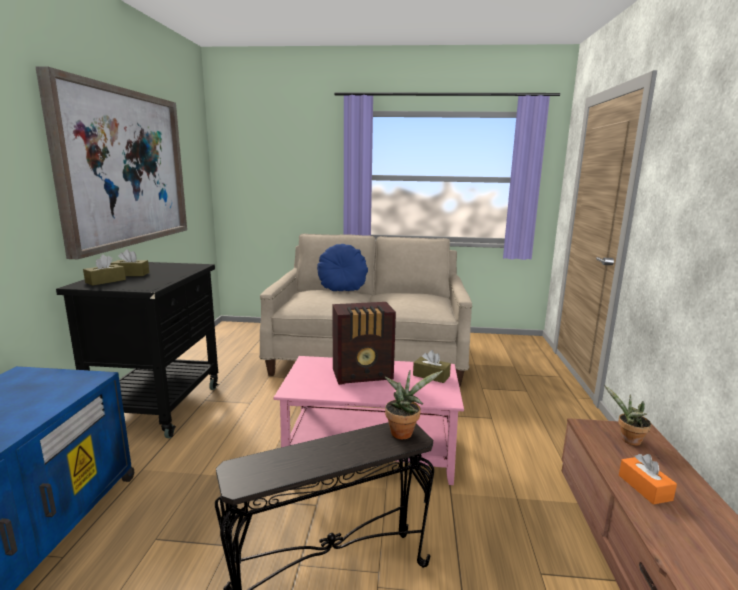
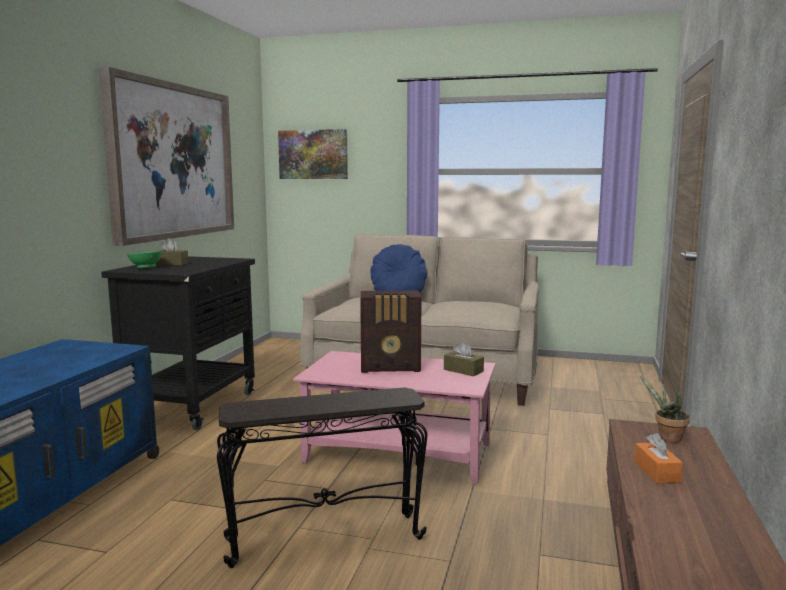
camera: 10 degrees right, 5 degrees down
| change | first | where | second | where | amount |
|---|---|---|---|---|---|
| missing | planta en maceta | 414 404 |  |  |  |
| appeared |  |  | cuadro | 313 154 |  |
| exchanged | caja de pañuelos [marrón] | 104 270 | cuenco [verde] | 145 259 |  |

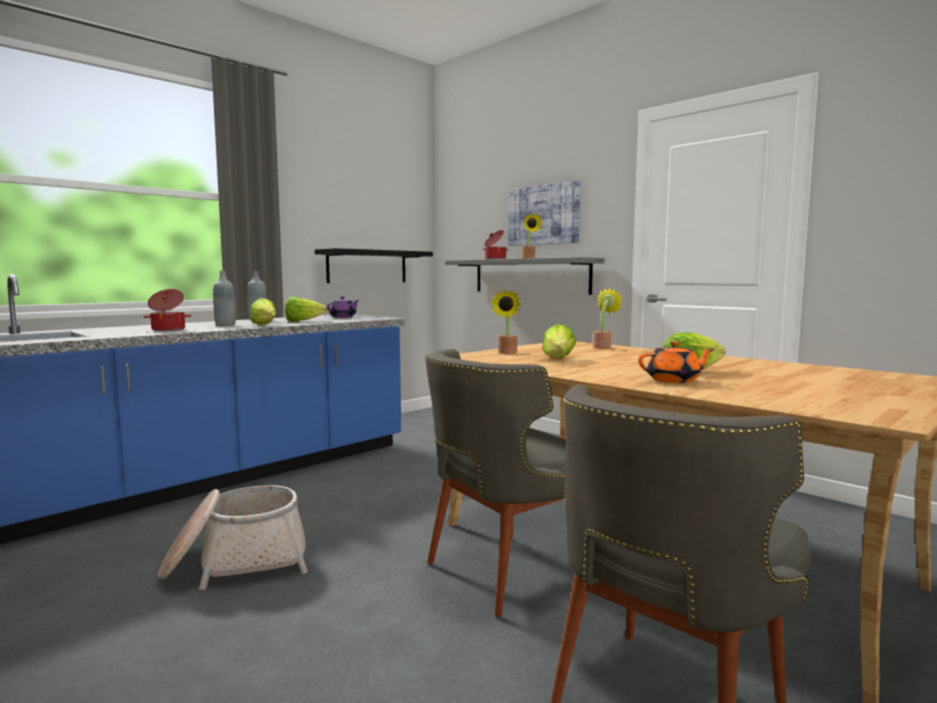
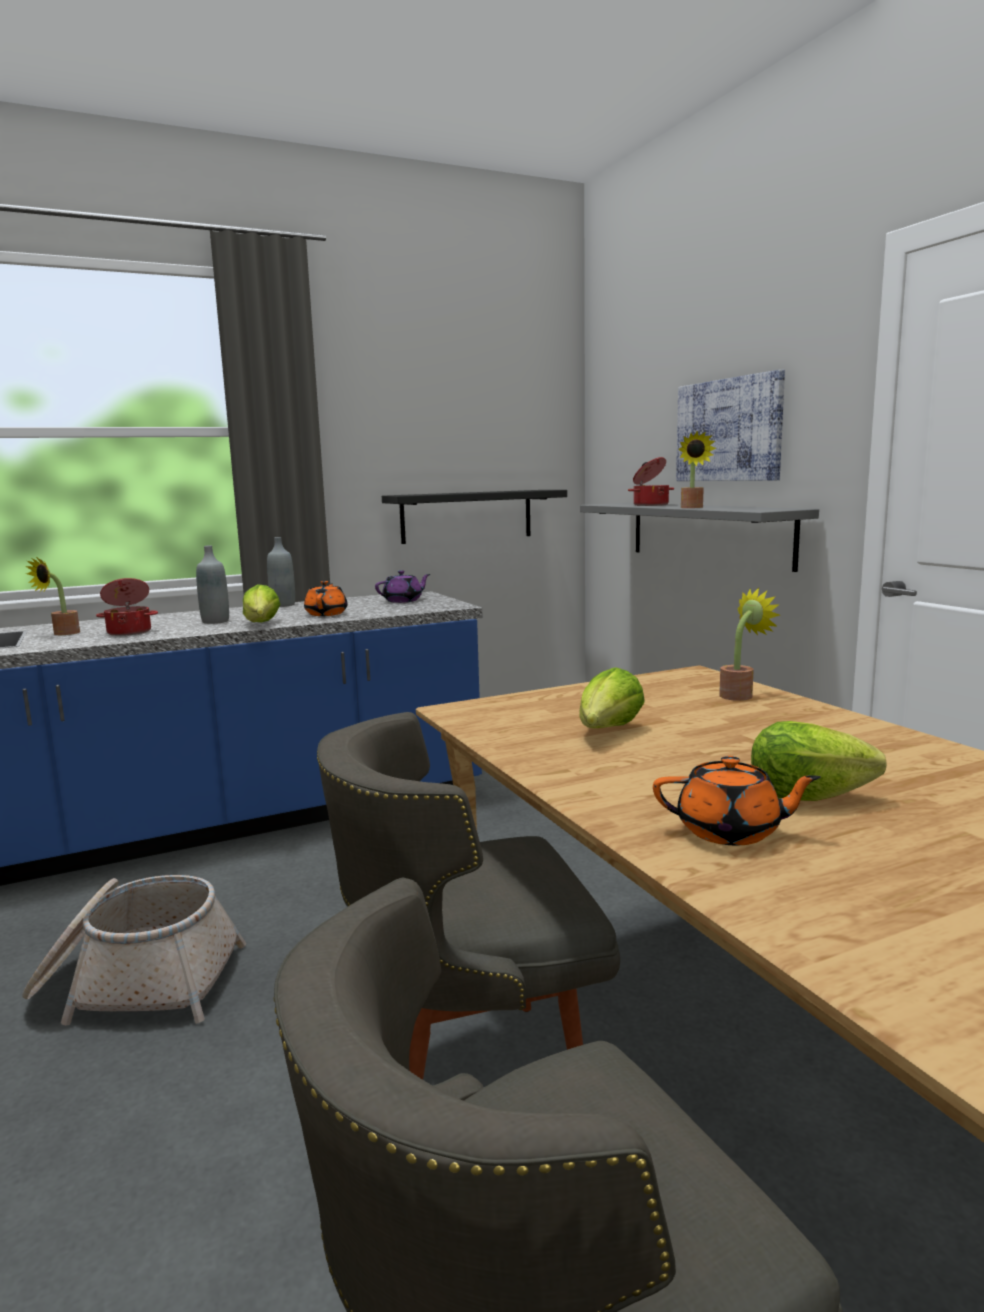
camera: 20 degrees right, 5 degrees up
| change | first | where | second | where | amount |
|---|---|---|---|---|---|
| relocated | planta en maceta | 506 321 |  | 52 595 |  |
| exchanged | lechuga | 306 309 | tetera [naranja] | 326 598 |  |

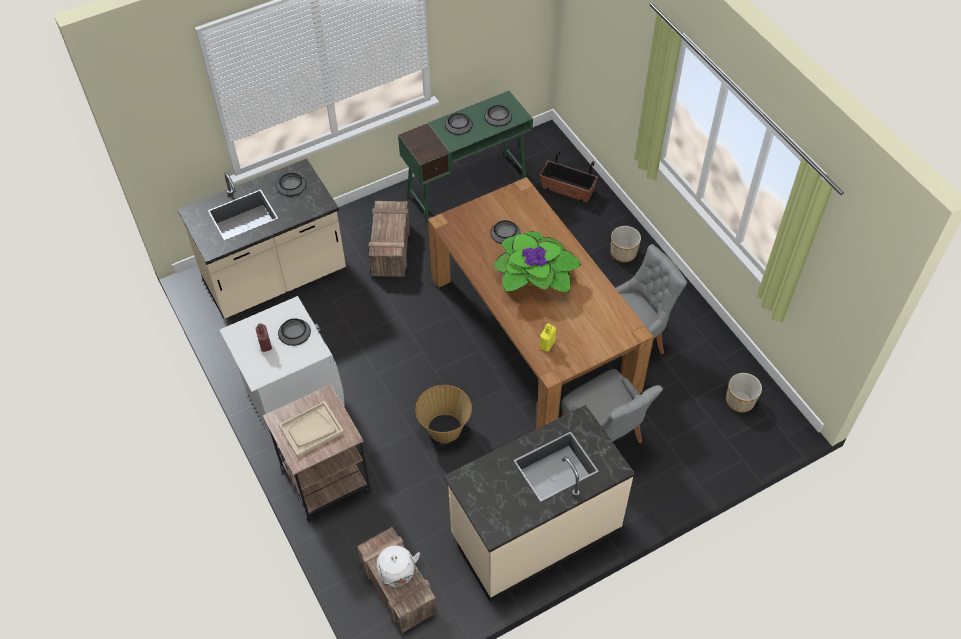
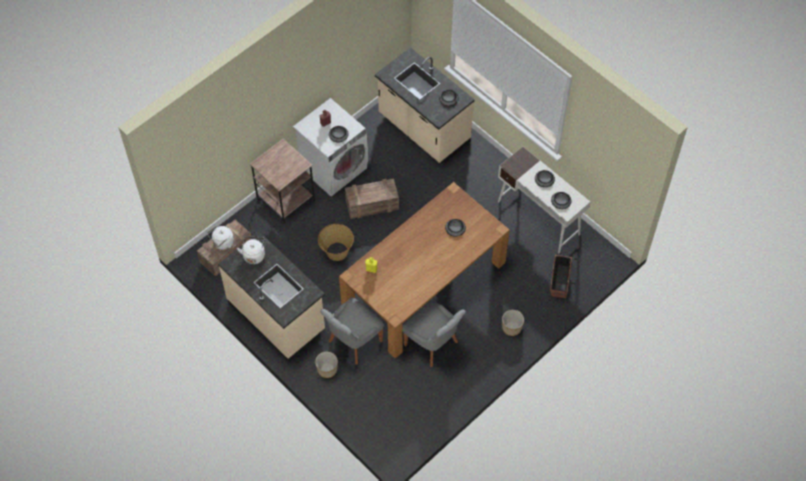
camera: 75 degrees right, 5 degrees up
| change | first | where | second | where | amount |
|---|---|---|---|---|---|
| missing | bandeja [beis] | 311 429 |  |  |  |
| missing | planta en maceta | 537 262 |  |  |  |
| appeared |  |  | hervidor [blanco] | 251 250 |  |
| relocated | caja de embalaje | 389 239 |  | 372 199 |  |
| relocated | maceta | 744 392 |  | 326 365 |  |
| colour | escritorio [verde] | 465 157 | escritorio [blanco] | 544 199 |  |

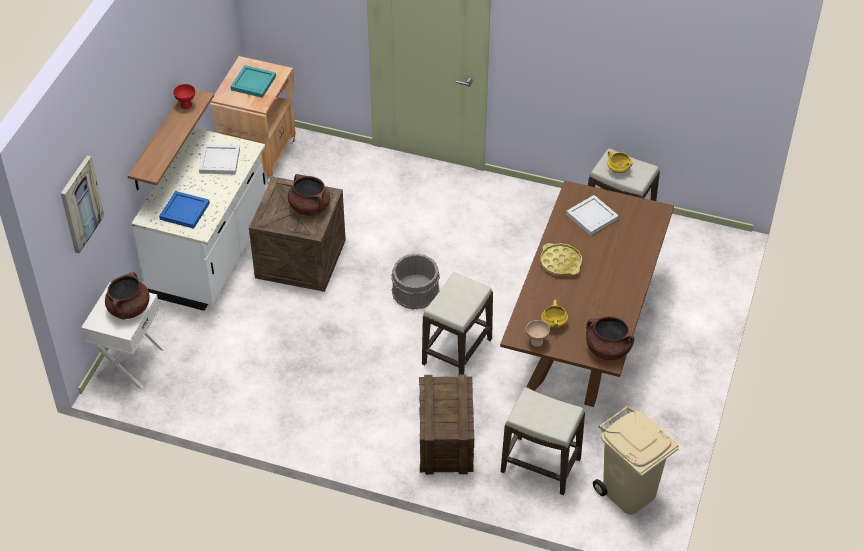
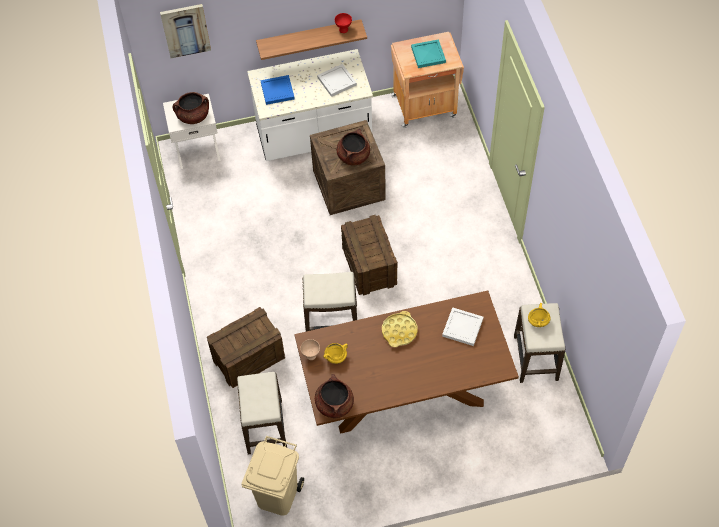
camera: 60 degrees right, 10 degrees up
| change | first | where | second | where | amount |
|---|---|---|---|---|---|
| exchanged | cubo [gris] | 415 282 | caja de embalaje | 369 255 |  |

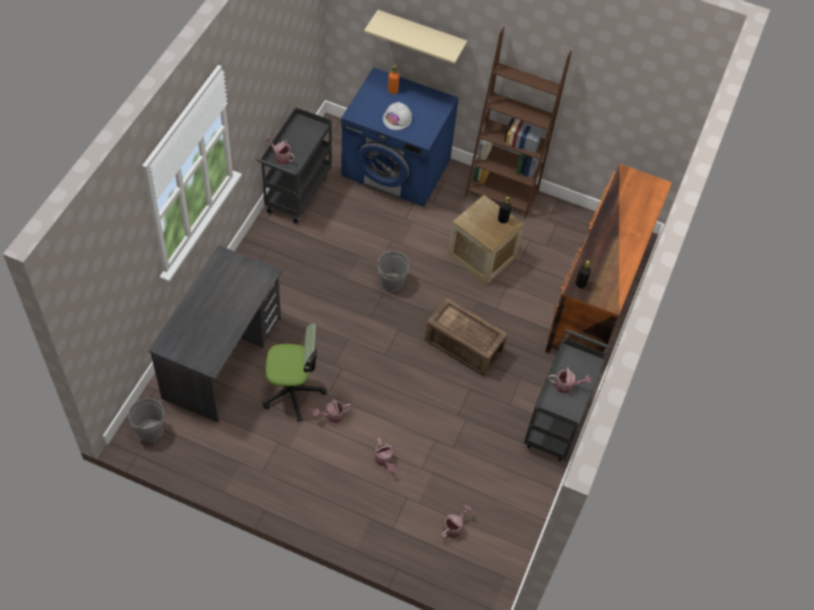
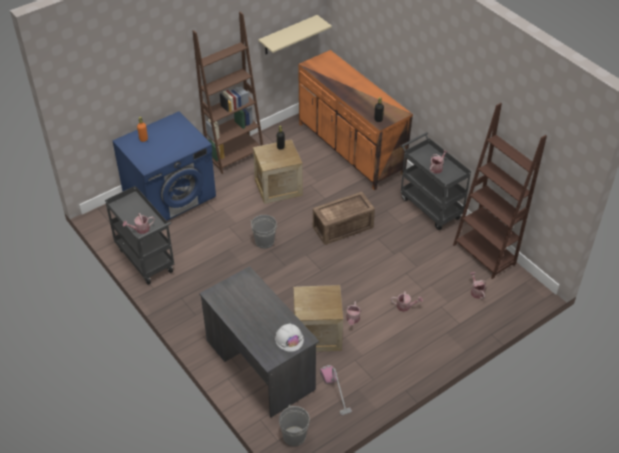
camera: 55 degrees left, 10 degrees down
| change | first | where | second | where | amount |
|---|---|---|---|---|---|
| appeared |  |  | aspiradora | 336 390 |  |
| appeared |  |  | estantería [marrón] | 500 191 |  |
| relocated | estante [beis] | 415 37 |  | 295 34 |  |
| relocated | casco [blanco] | 397 116 |  | 289 338 |  |
| exchanged | silla de oficina | 295 372 | caja de embalaje | 318 318 |  |

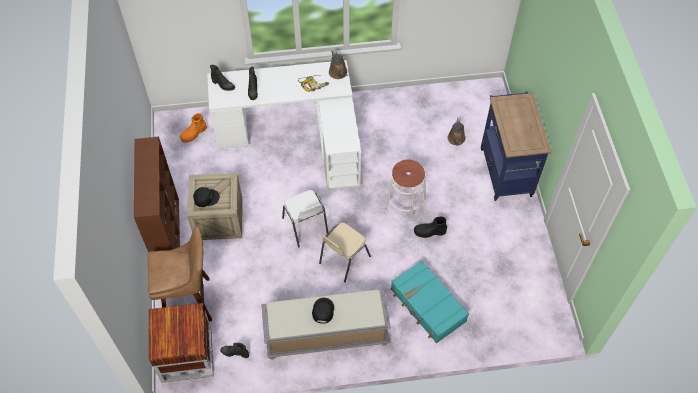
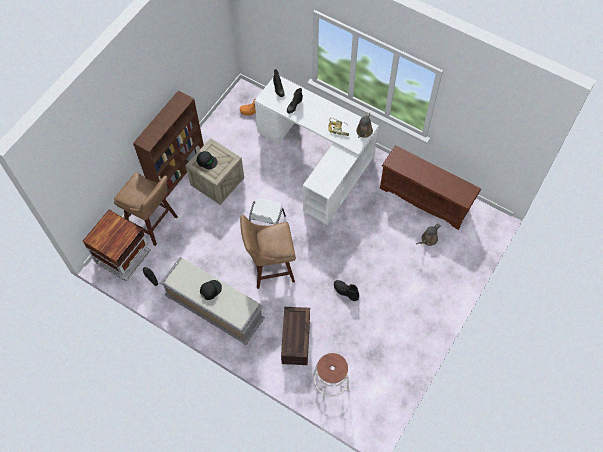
camera: 40 degrees right, 5 degrees up
| change | first | where | second | where | amount |
|---|---|---|---|---|---|
| missing | carrito [azul] | 516 146 |  |  |  |
| appeared |  |  | zapatero [marrón] | 430 187 |  |
| relocated | taburete [blanco] | 405 191 |  | 331 377 |  |
| exchanged | silla [beis] | 345 253 | taburete [marrón] | 268 252 |  |
| exchanged | maleta [turquesa] | 430 302 | caja de embalaje | 295 336 |  |

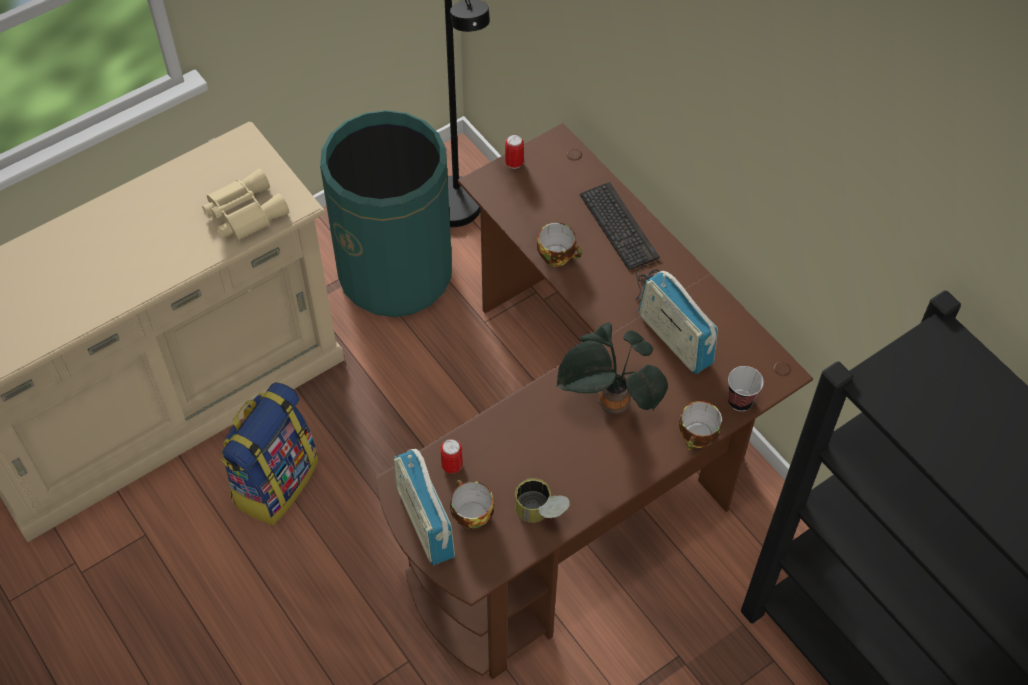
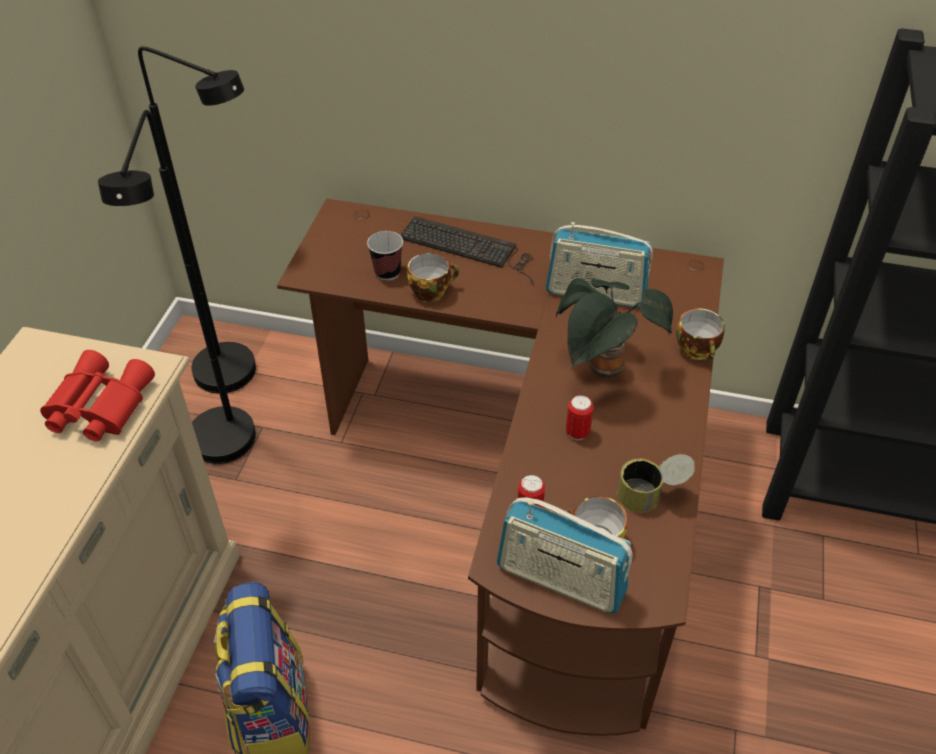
camera: 40 degrees left, 10 degrees down
| change | first | where | second | where | amount |
|---|---|---|---|---|---|
| relocated | lata | 514 151 |  | 580 417 |  |
| relocated | taza | 746 388 |  | 385 256 |  |
| exchanged | papelera [verde] | 386 213 | lámpara de pie [negro] | 177 287 |  |
| colour | prismáticos [beis] | 245 204 | prismáticos [rojo] | 97 396 |  |

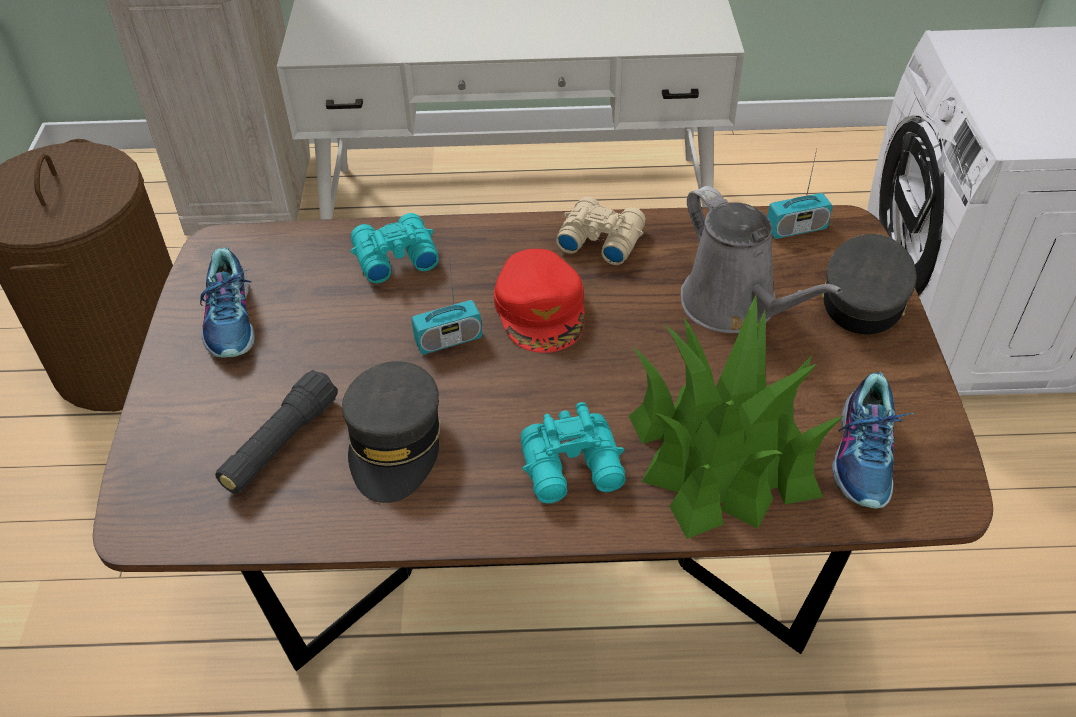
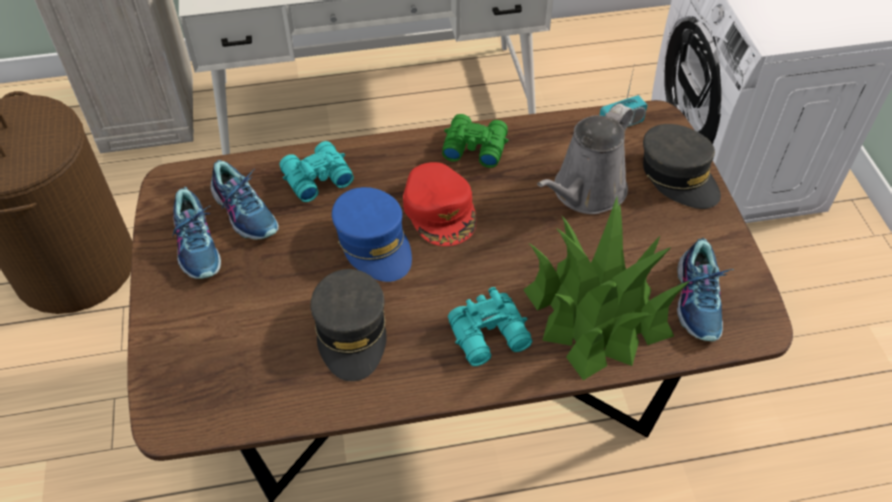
camera: 10 degrees left, 5 degrees up
| change | first | where | second | where | amount |
|---|---|---|---|---|---|
| missing | linterna [negro] | 276 432 |  |  |  |
| appeared |  |  | zapato | 245 200 |  |
| exchanged | radio | 446 306 | gorra [azul] | 372 234 |  |
| colour | prismáticos [beis] | 601 231 | prismáticos [verde] | 475 141 |  |
| spun | regadera [gris] | 761 259 |  | 585 158 | 75 degrees clockwise |
| spun | gorra [gris] | 869 284 |  | 682 166 | 135 degrees clockwise |

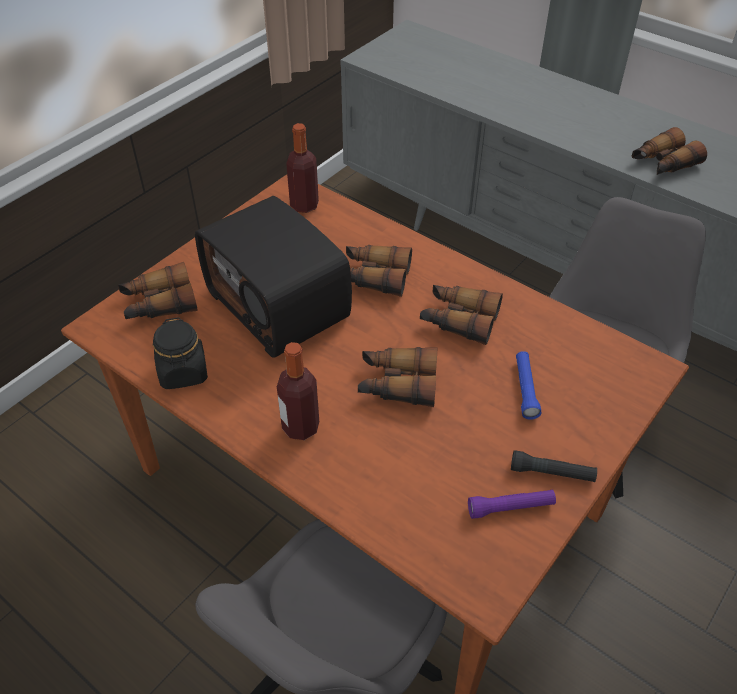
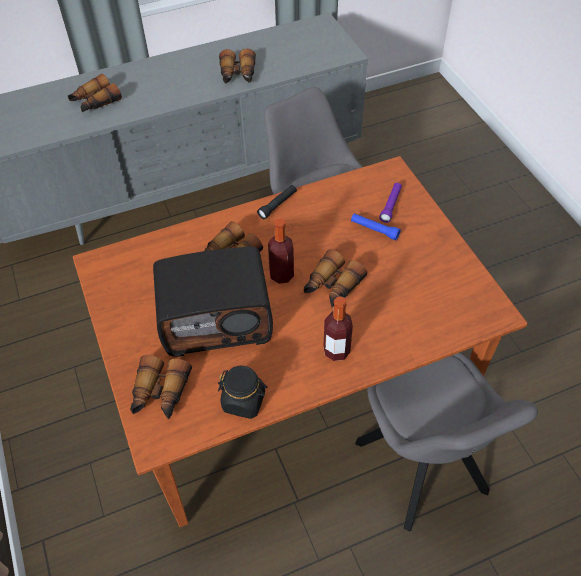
camera: 60 degrees left, 5 degrees up
| change | first | where | second | where | amount |
|---|---|---|---|---|---|
| relocated | botella | 302 168 |  | 281 251 |  |
| relocated | prismáticos | 461 315 |  | 95 93 |  |
| relocated | linterna [morado] | 512 504 |  | 390 203 |  |
| relocated | linterna [negro] | 554 466 |  | 277 202 |  |

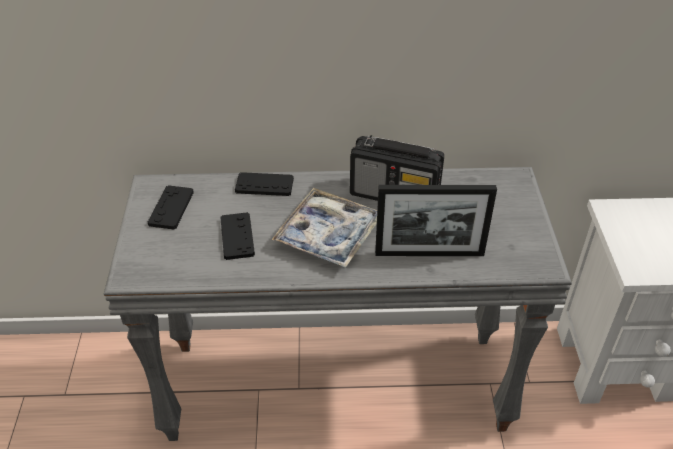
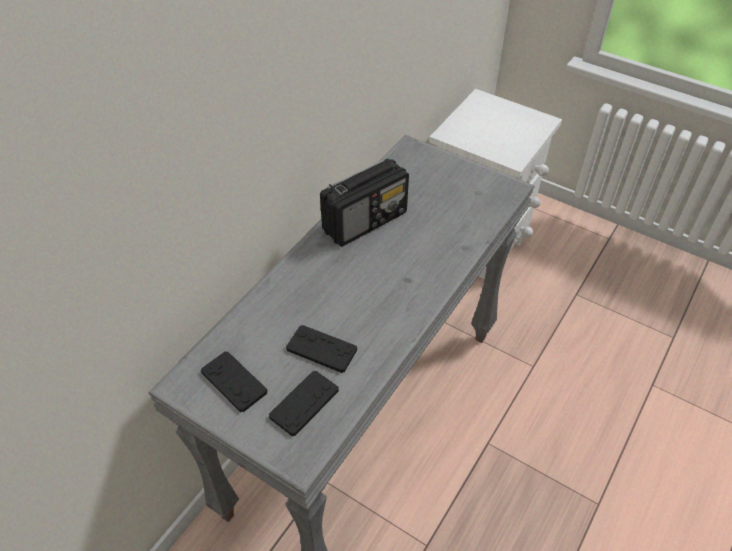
camera: 55 degrees left, 5 degrees up
| change | first | where | second | where | amount |
|---|---|---|---|---|---|
| missing | bandeja | 324 228 |  |  |  |
| missing | portarretratos | 436 220 |  |  |  |
| relocated | mando de consola [negro] | 264 184 |  | 304 403 |  |

